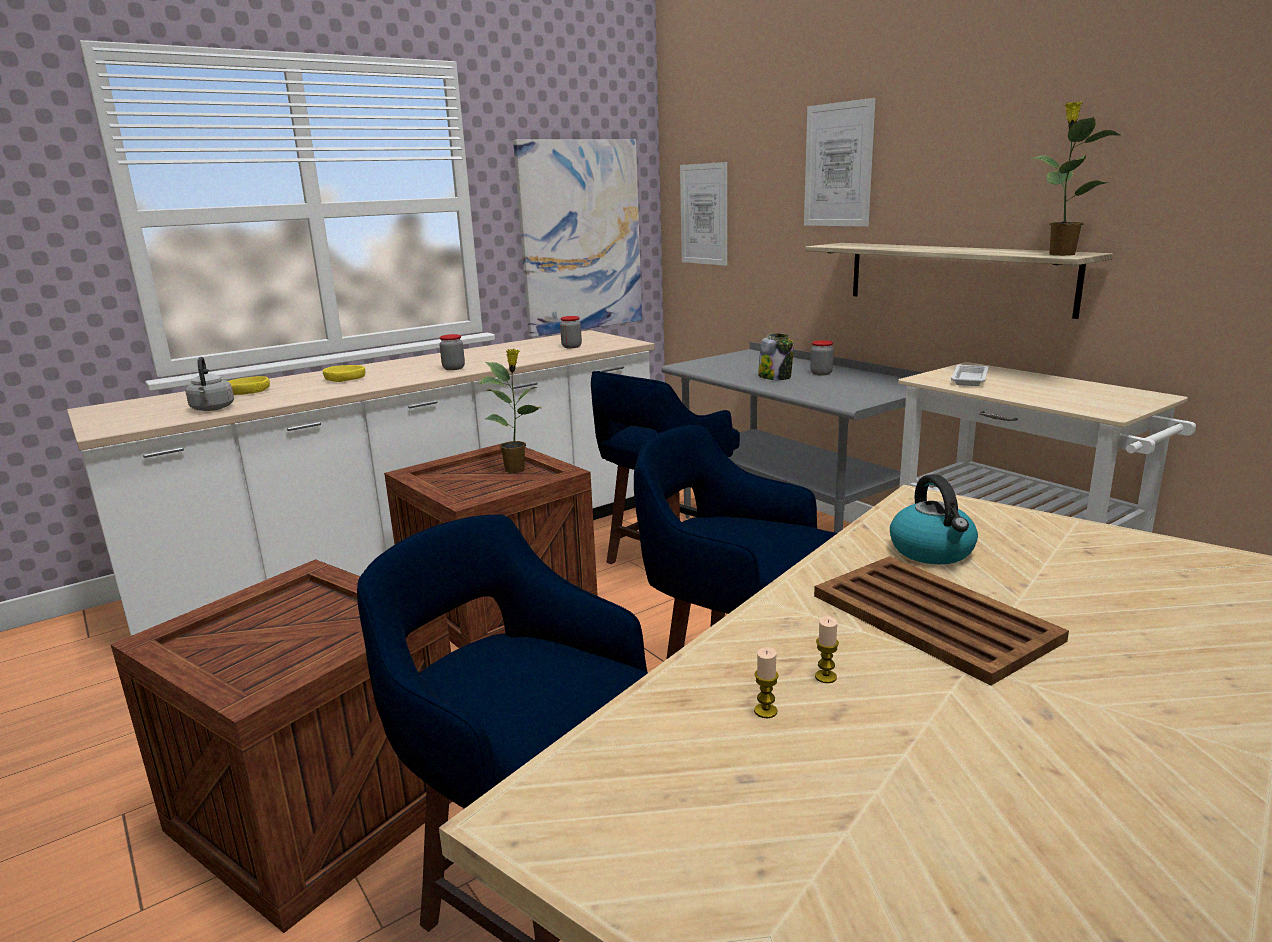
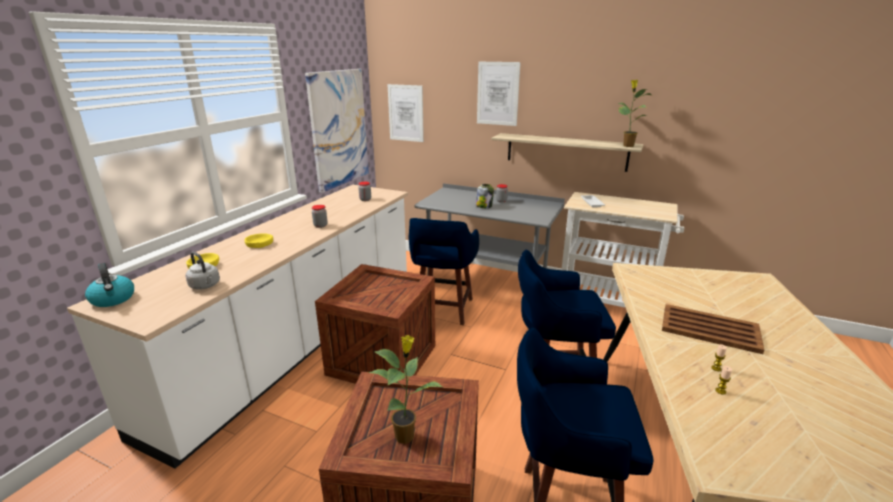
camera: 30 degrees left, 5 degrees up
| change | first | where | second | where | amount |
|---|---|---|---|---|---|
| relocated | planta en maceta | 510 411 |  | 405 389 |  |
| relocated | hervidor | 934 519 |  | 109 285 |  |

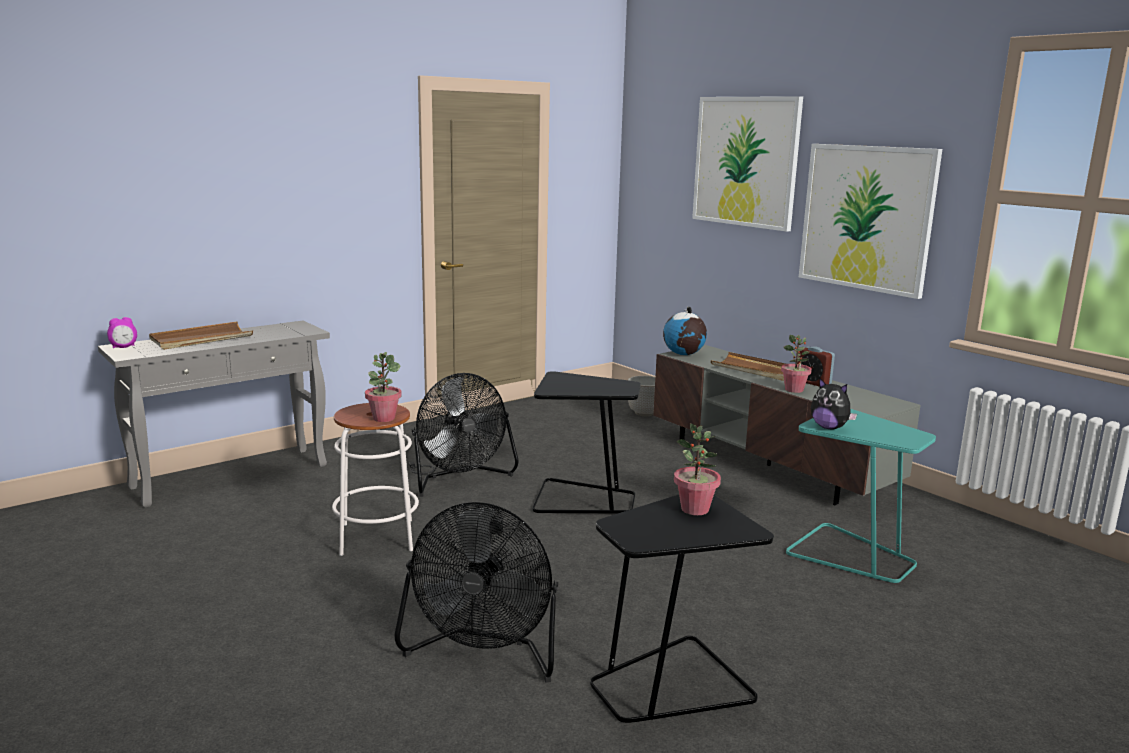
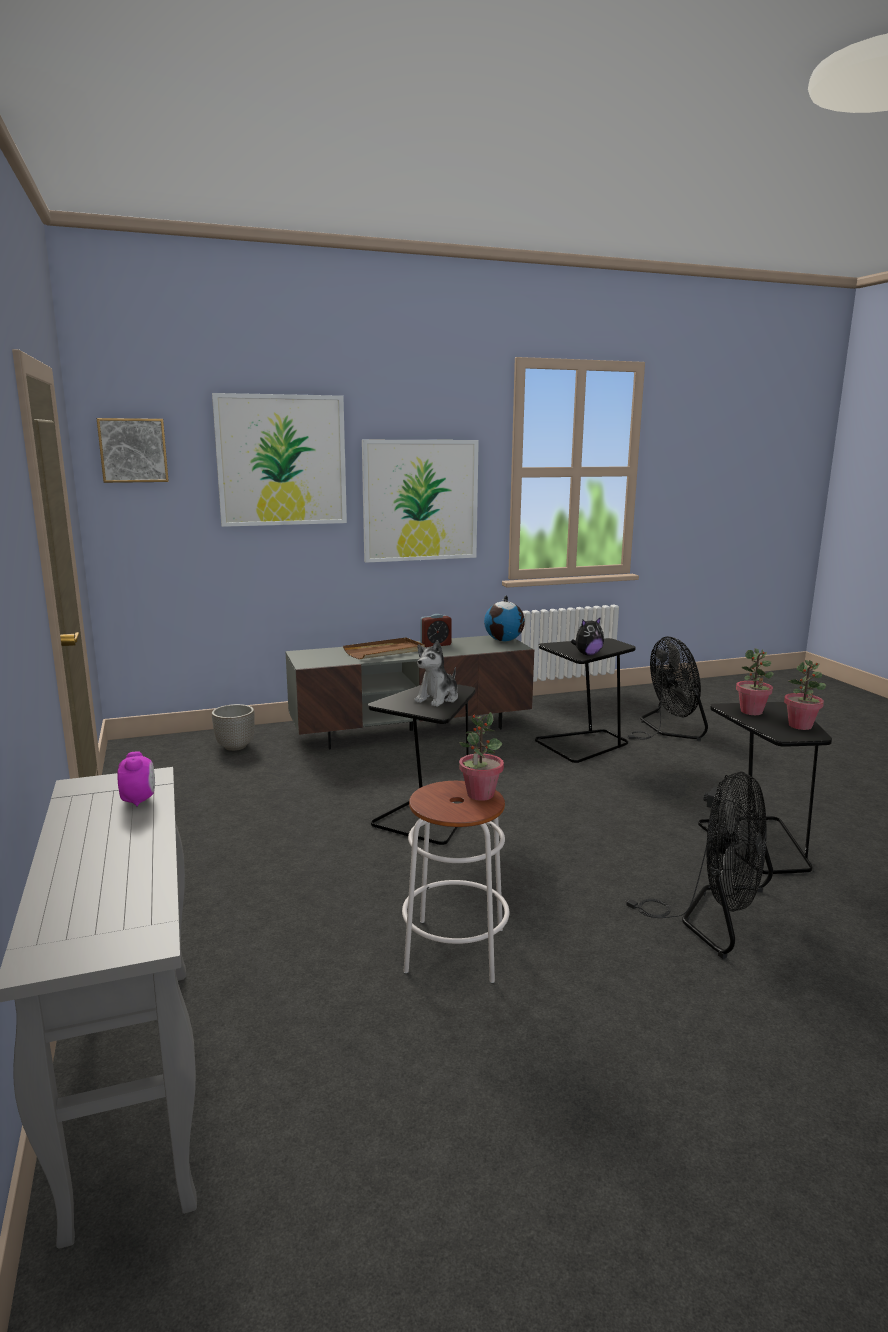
camera: 70 degrees left, 0 degrees up
| change | first | where | second | where | amount |
|---|---|---|---|---|---|
| missing | bandeja [marrón] | 201 336 |  |  |  |
| appeared |  |  | cuadro | 133 450 |  |
| appeared |  |  | peluche | 436 673 |  |
| relocated | despertador | 122 332 |  | 136 779 |  |
| relocated | ventilador [negro] | 463 435 |  | 667 688 |  |
| relocated | globo terráqueo | 685 331 |  | 504 618 |  |
| relocated | planta en maceta | 796 364 |  | 805 695 |  |
| colour | mesa auxiliar [turquesa] | 861 496 | mesa auxiliar [negro] | 585 700 |  |

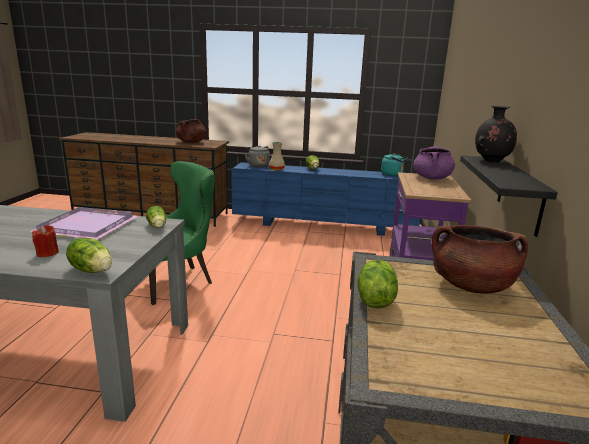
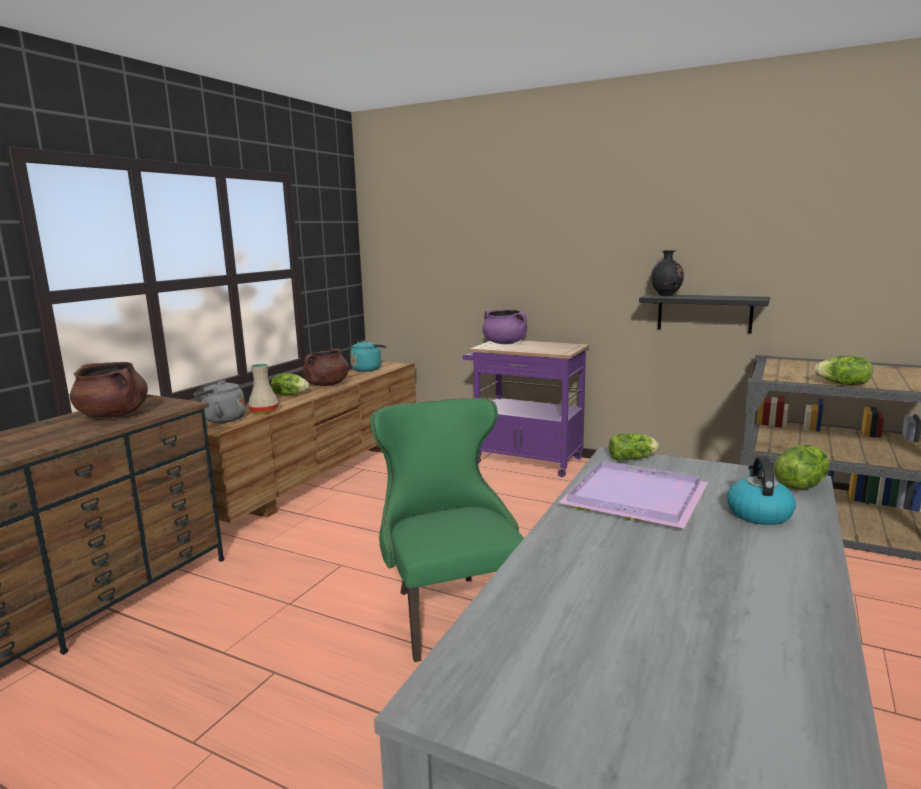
camera: 70 degrees left, 5 degrees down
| change | first | where | second | where | amount |
|---|---|---|---|---|---|
| relocated | olla [marrón] | 480 259 |  | 325 367 |  |
| exchanged | vela [rojo] | 45 241 | hervidor | 761 490 |  |
| colour | armario [azul] | 325 199 | armario [marrón] | 311 442 |  |

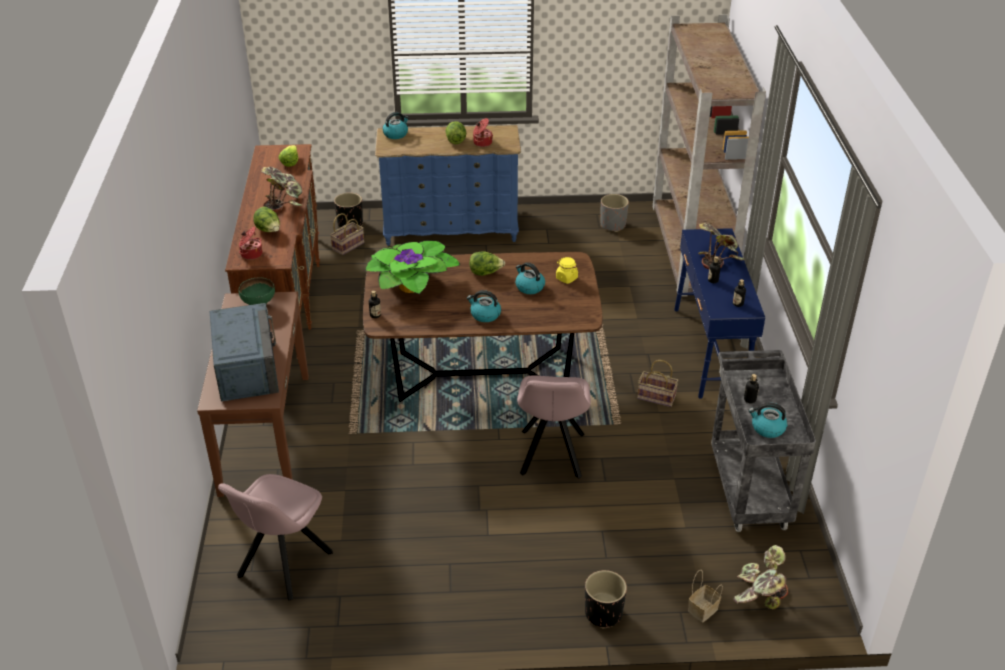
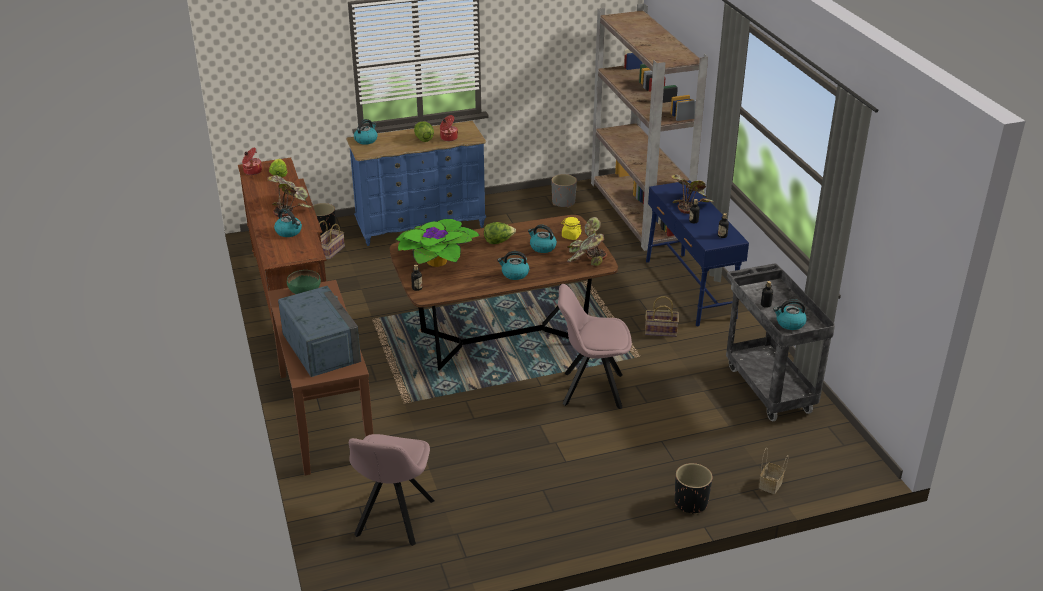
camera: 15 degrees left, 5 degrees down
| change | first | where | second | where | amount |
|---|---|---|---|---|---|
| relocated | olla | 251 243 |  | 252 161 |  |
| relocated | planta en maceta | 760 577 |  | 587 241 |  |
| exchanged | lechuga | 266 219 | hervidor | 288 222 |  |
| spun | silla [rosa] | 554 426 |  | 595 346 | 105 degrees clockwise |

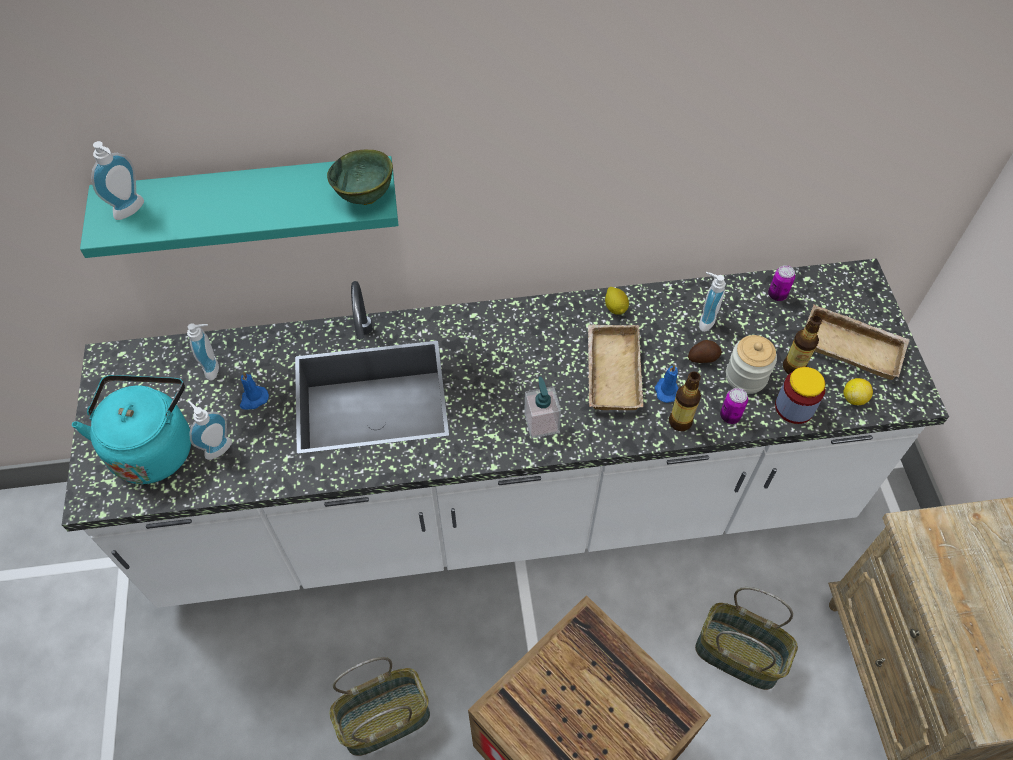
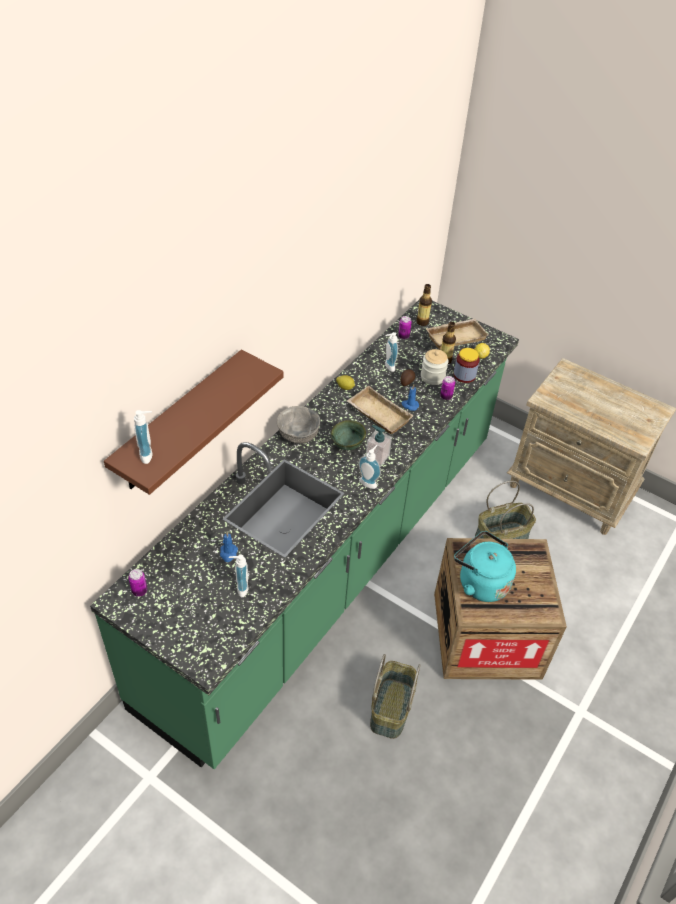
camera: 50 degrees left, 10 degrees down
| change | first | where | second | where | amount |
|---|---|---|---|---|---|
| appeared |  |  | lata | 137 582 |  |
| appeared |  |  | cuenco [gris] | 298 425 |  |
| relocated | hervidor [turquesa] | 131 429 |  | 485 566 |  |
| relocated | dispensador de jabón | 203 352 |  | 370 467 |  |
| relocated | cuenco [verde] | 360 177 |  | 348 435 |  |
| relocated | botella | 685 401 |  | 424 305 |  |
| colour | mueble bajo de cocina [blanco] | 505 433 | mueble bajo de cocina [verde] | 304 534 |  |
| colour | estante [turquesa] | 239 207 | estante [marrón] | 194 422 |  |

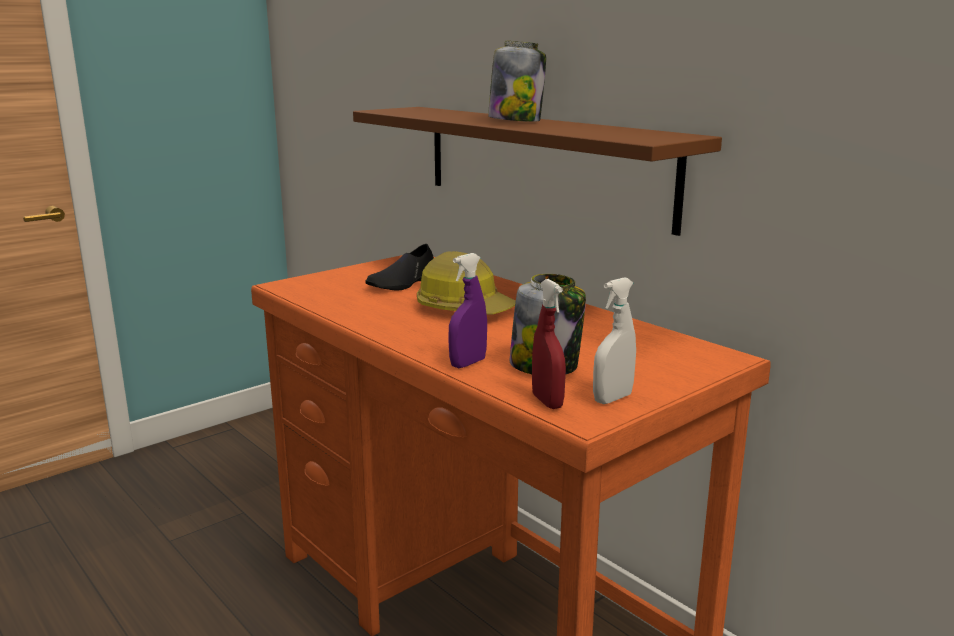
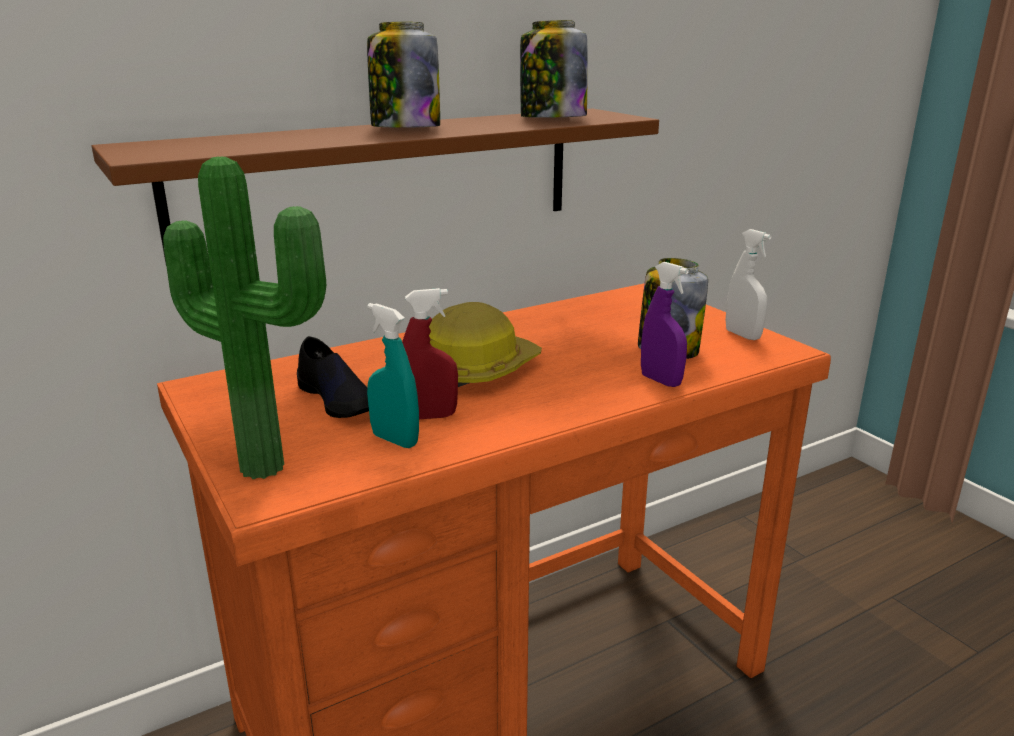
camera: 80 degrees left, 5 degrees up
| change | first | where | second | where | amount |
|---|---|---|---|---|---|
| appeared |  |  | planta en maceta | 244 318 |  |
| appeared |  |  | pulverizador [turquesa] | 393 375 |  |
| appeared |  |  | tarro | 554 68 |  |
| relocated | pulverizador [rojo] | 549 344 |  | 430 353 |  |

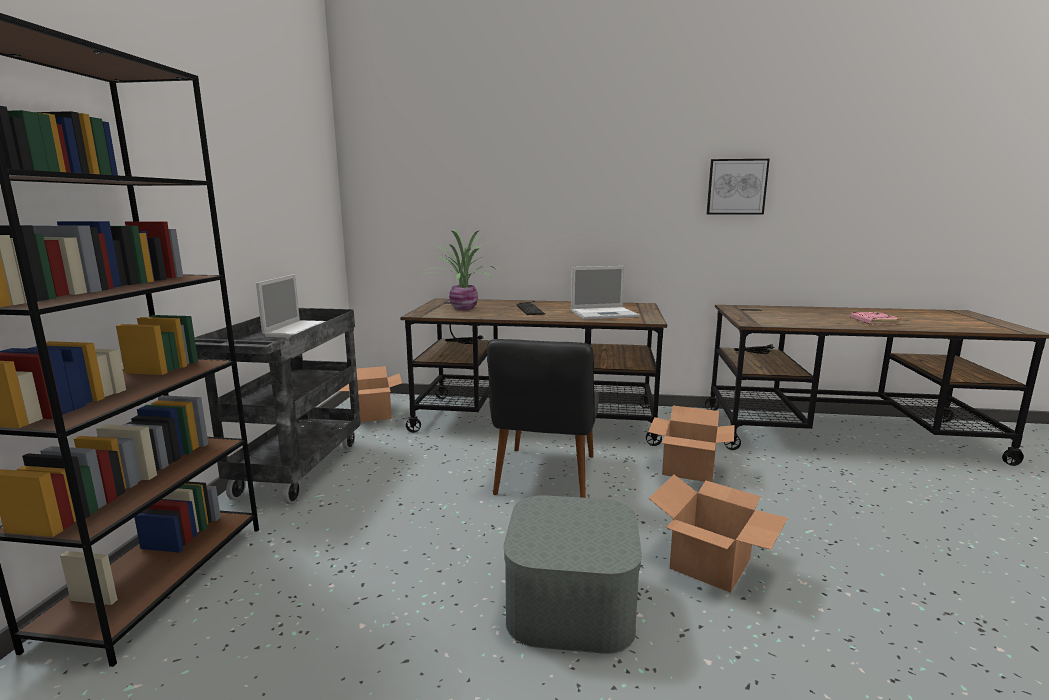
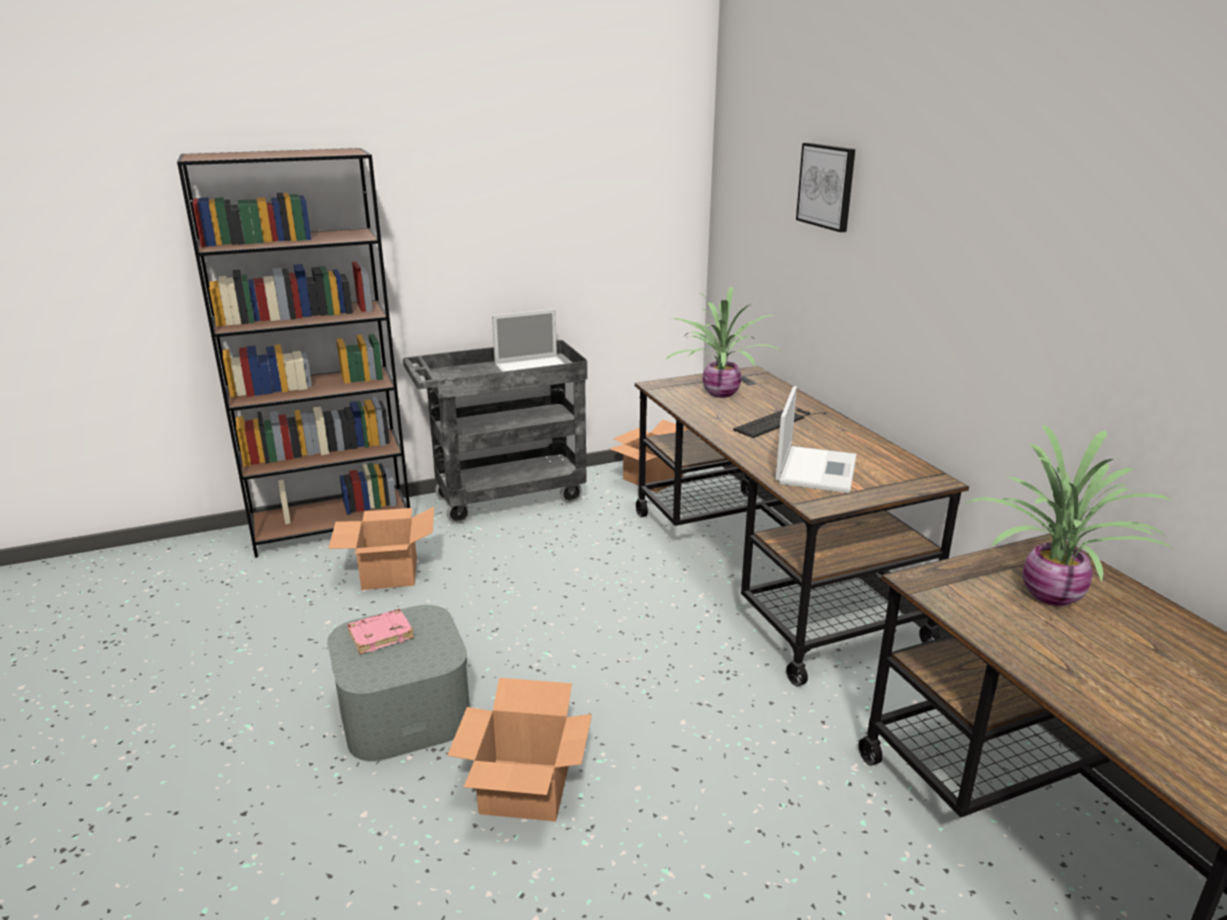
camera: 60 degrees right, 10 degrees up
| change | first | where | second | where | amount |
|---|---|---|---|---|---|
| missing | silla [negro] | 543 418 |  |  |  |
| appeared |  |  | planta en maceta | 1070 515 |  |
| relocated | caja de cartón | 691 444 |  | 381 548 |  |
| relocated | cuadro | 738 187 |  | 825 187 |  |
| relocated | libro [rosa] | 875 318 |  | 380 631 |  |
| spun | portátil | 605 293 |  | 816 439 | 120 degrees counterclockwise |

